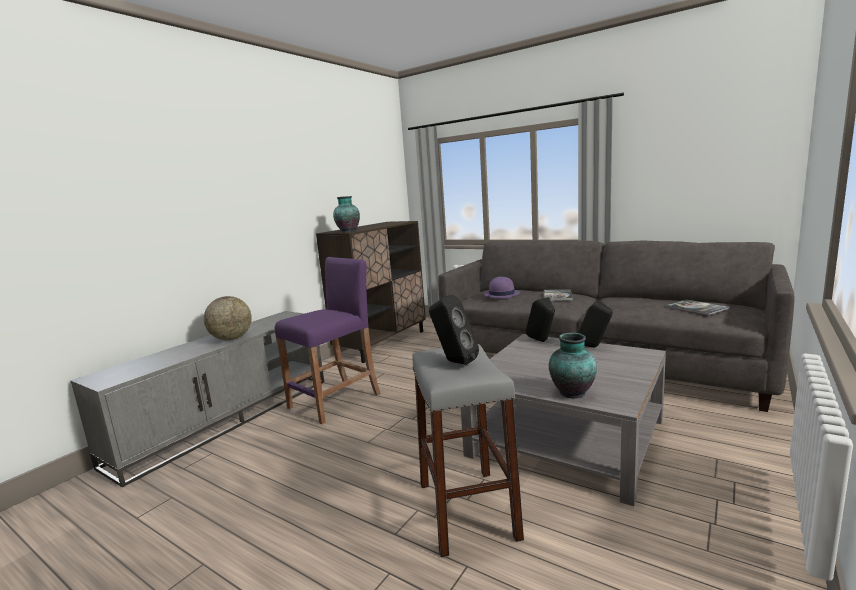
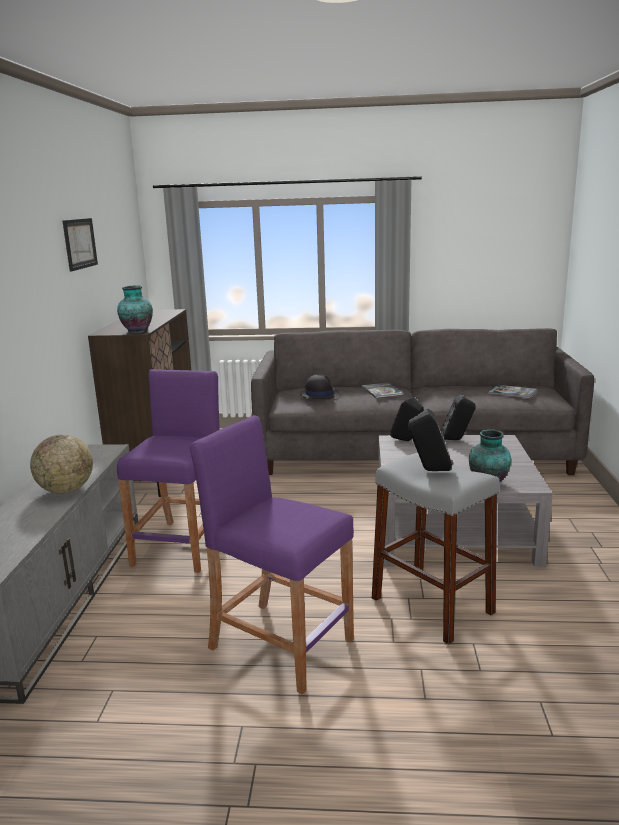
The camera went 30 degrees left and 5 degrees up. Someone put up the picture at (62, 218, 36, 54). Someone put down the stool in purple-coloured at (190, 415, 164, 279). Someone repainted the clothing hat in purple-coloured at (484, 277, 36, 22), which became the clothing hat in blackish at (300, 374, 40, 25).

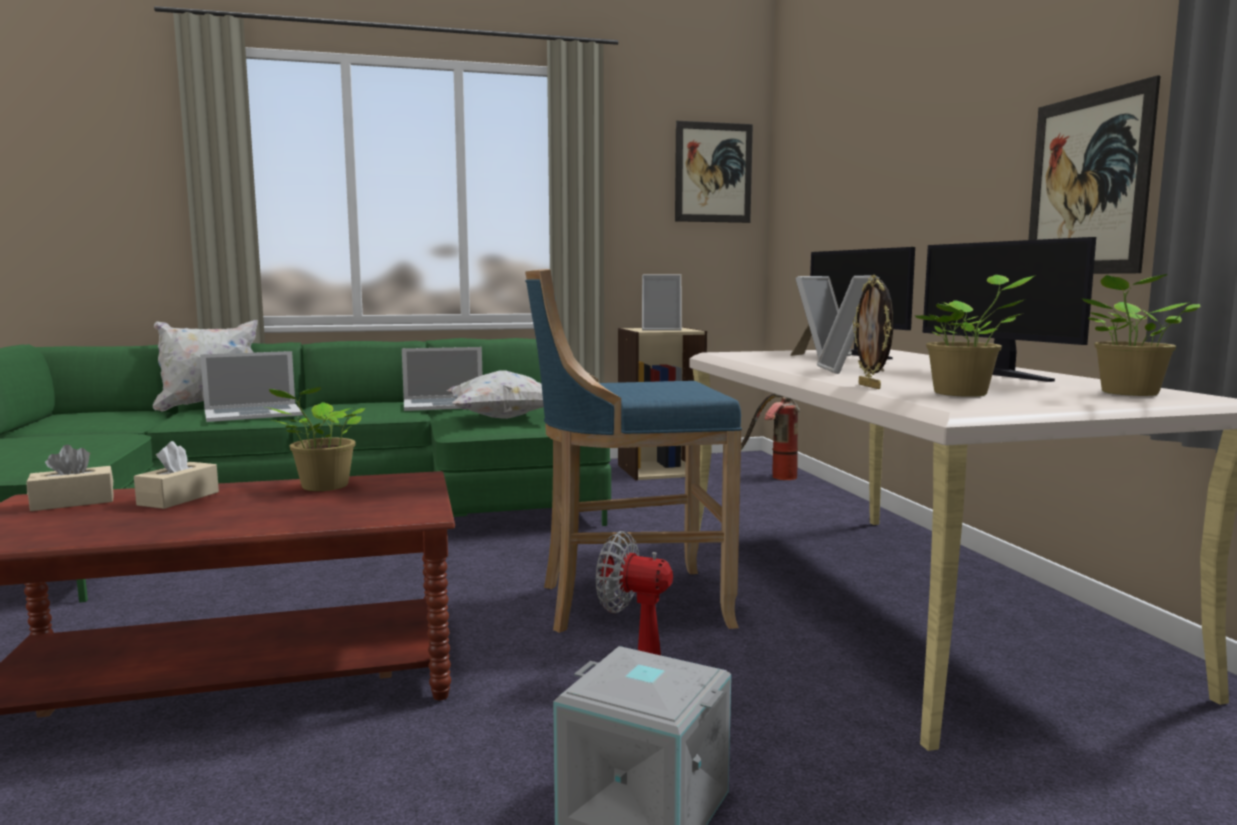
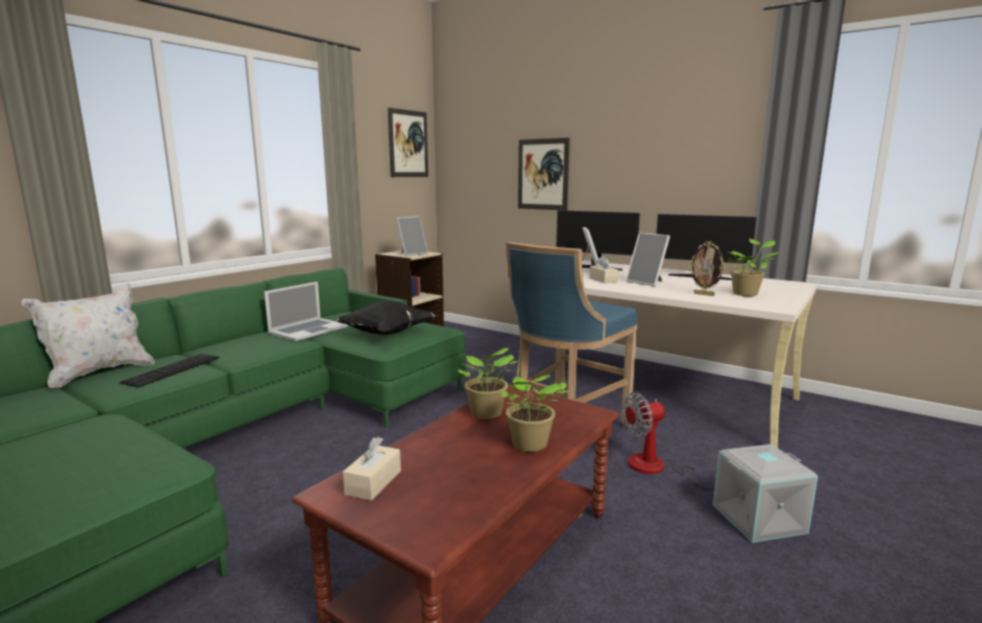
The camera went 40 degrees left and 5 degrees up. Someone took away the extinguisher at (741, 393, 59, 87). Someone carried the box of tissues in sand-coloured from (134, 441, 85, 68) to (589, 256, 29, 27). Someone carried the picture from (1028, 75, 132, 199) to (518, 138, 52, 73). Someone carried the potted plant from (1082, 274, 118, 122) to (500, 375, 69, 77). Someone swapped the notebook computer at (200, 351, 103, 71) for the PC keyboard at (119, 354, 100, 34). Someone repainted the throw pillow in white at (447, 370, 97, 49), which became the throw pillow in blackish at (335, 300, 102, 35).

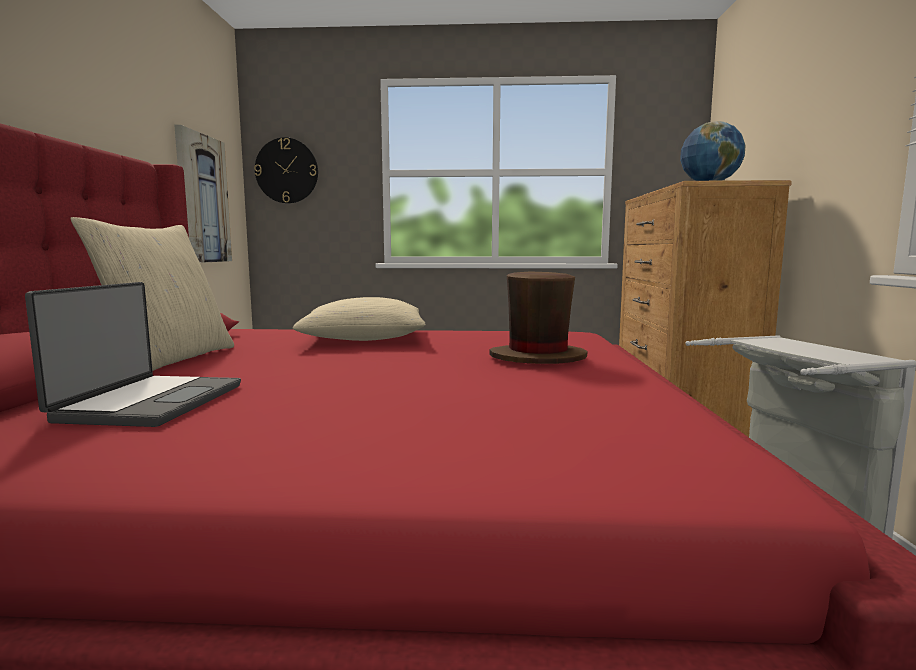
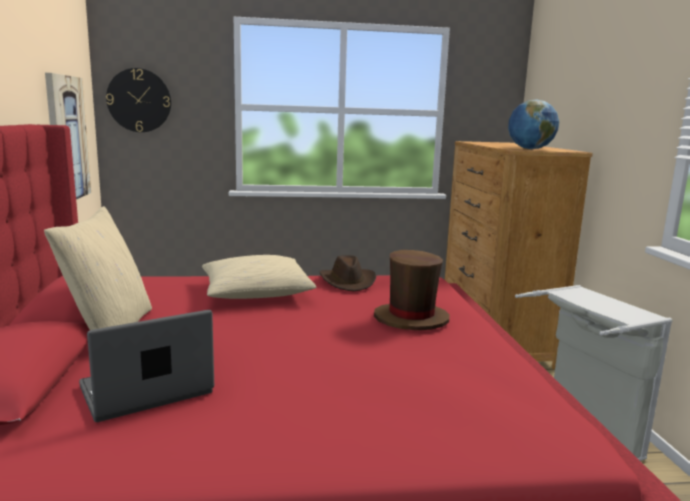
The camera went 10 degrees left and 5 degrees up. Someone put down the clothing hat in brown at (319, 255, 57, 36). Someone rotated the notebook computer at (25, 282, 216, 145) by 120 degrees counterclockwise.

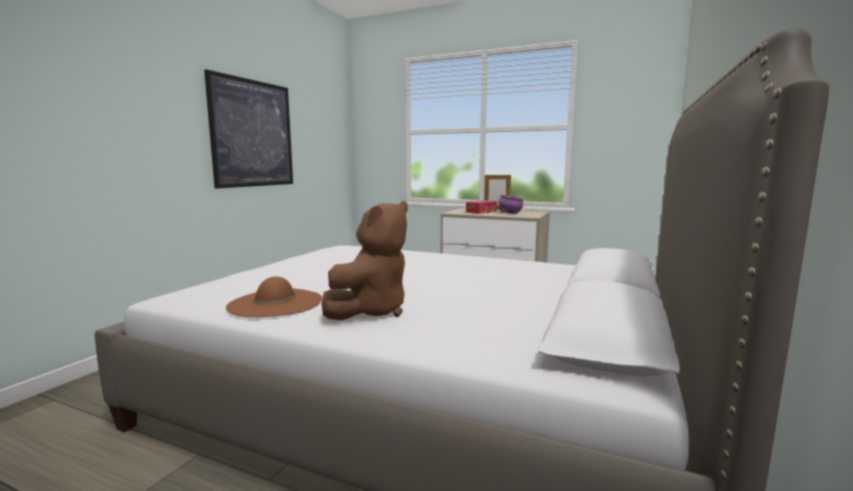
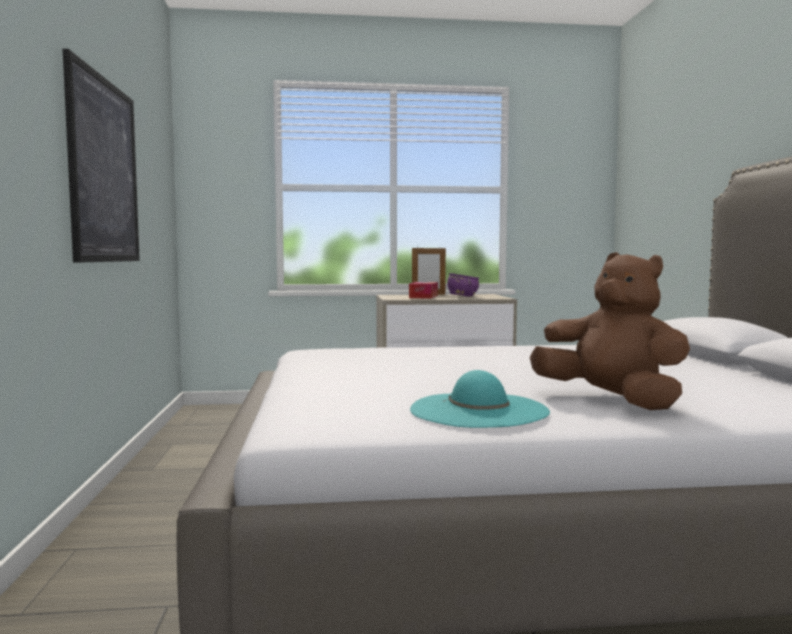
The camera went 30 degrees left and 5 degrees down. Someone repainted the clothing hat in brown at (226, 276, 96, 41), which became the clothing hat in turquoise at (410, 370, 140, 58). Someone rotated the plush toy in brown at (321, 201, 87, 119) by 45 degrees counterclockwise.

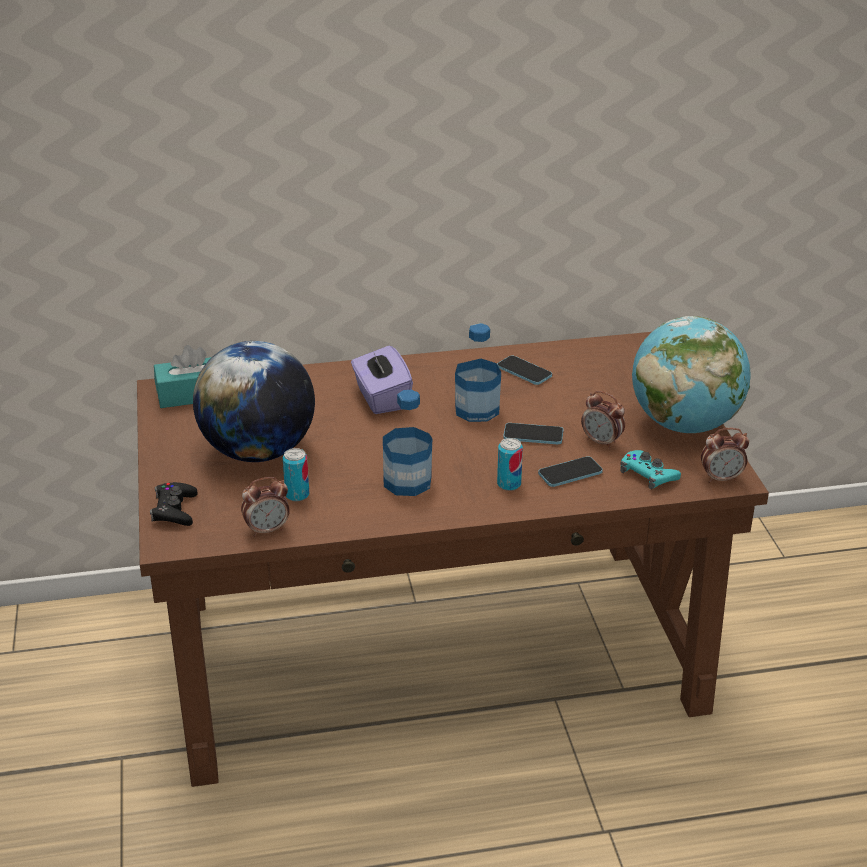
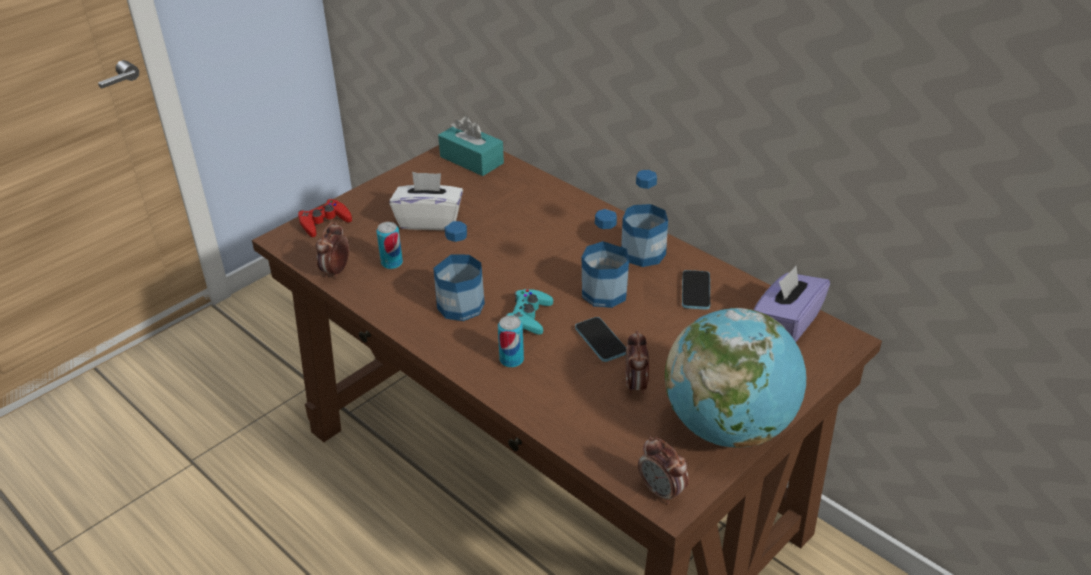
The camera went 55 degrees right and 5 degrees up. Someone took away the handset at (538, 456, 65, 31). Someone put down the beverage bottle at (621, 170, 47, 97). Someone carried the box of tissues in purple-coloured from (351, 346, 62, 68) to (754, 266, 76, 76). Someone carried the gamepad in turquoise from (620, 450, 61, 39) to (505, 289, 48, 46). Someone swapped the globe at (193, 341, 122, 121) for the box of tissues in white at (390, 172, 73, 58). Someone repainted the gamepad in blackish at (150, 482, 47, 44), which became the gamepad in reddish at (298, 199, 54, 38). Someone rotated the bedside clock at (241, 477, 49, 60) by 75 degrees clockwise.

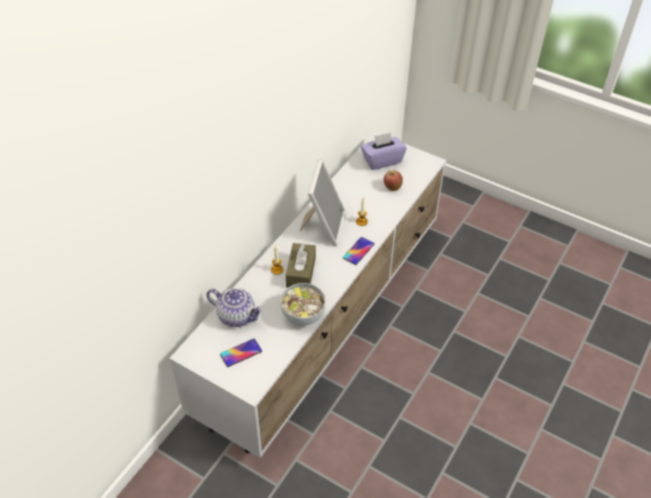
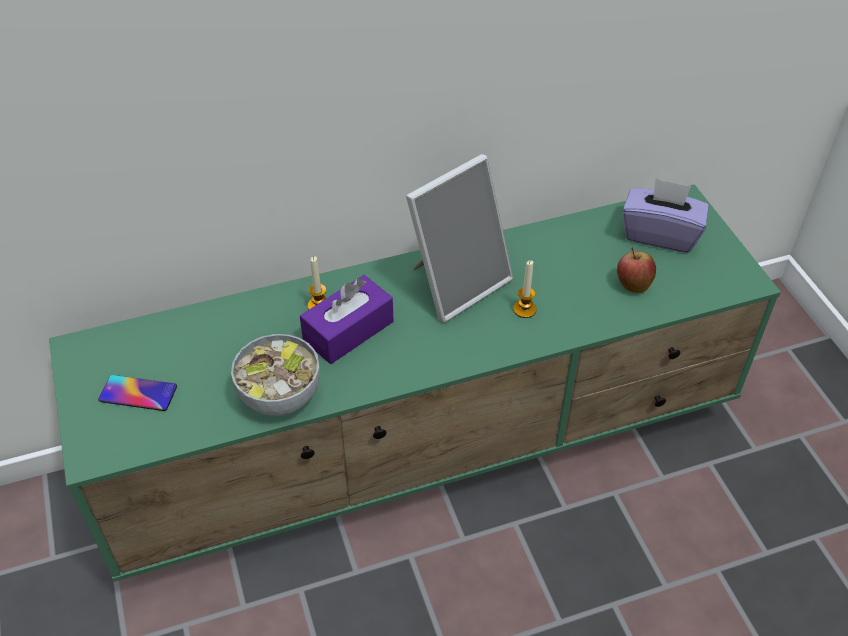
The camera went 40 degrees right and 0 degrees up. Someone took away the tea pot at (206, 288, 58, 39). Someone took away the handset at (343, 237, 31, 28). Someone repainted the media console in white at (169, 132, 278, 326), which became the media console in greenish at (49, 184, 732, 398). Someone repainted the box of tissues in brown at (286, 243, 30, 45), which became the box of tissues in purple-coloured at (300, 275, 94, 89).

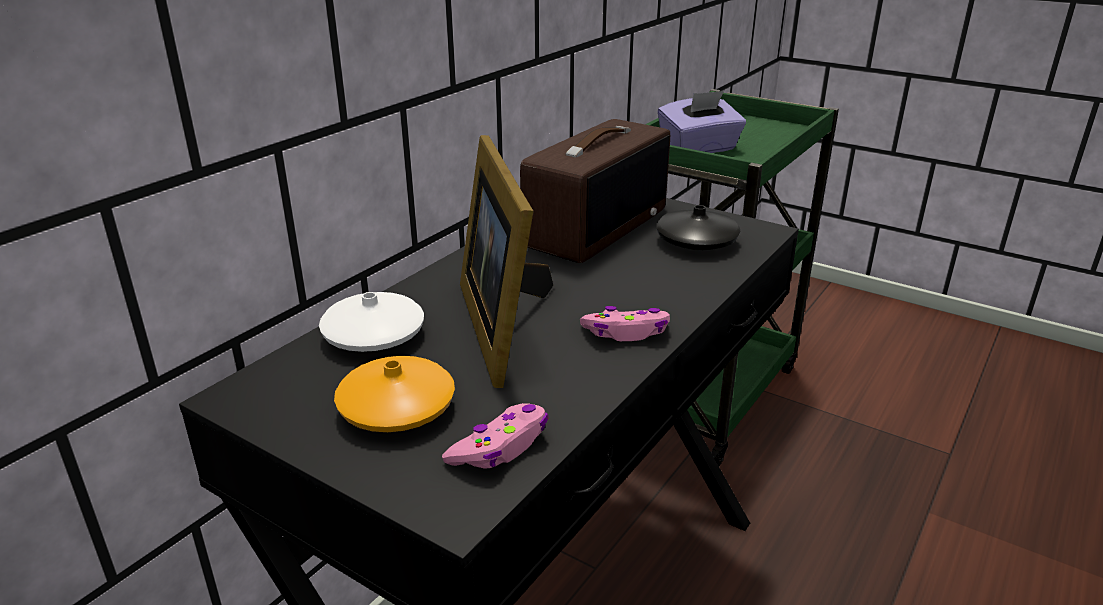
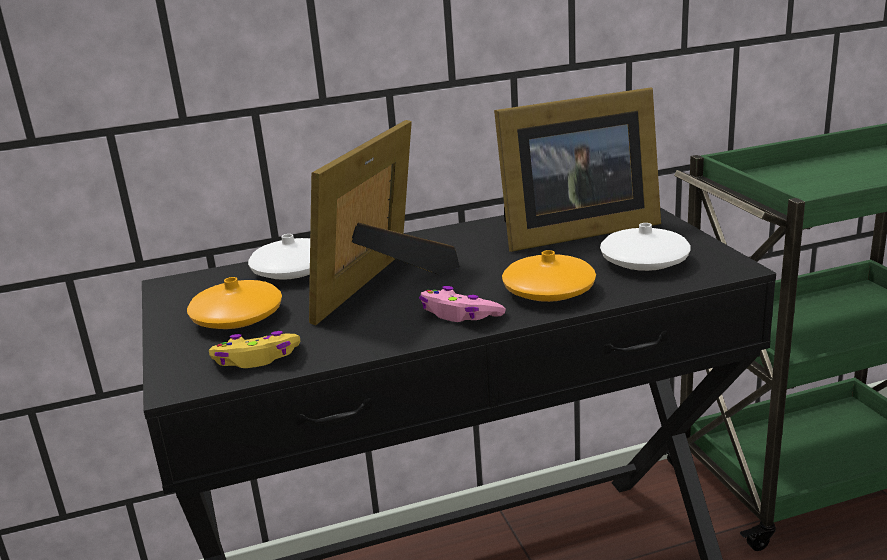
The camera went 40 degrees right and 5 degrees down. Someone took away the box of tissues in purple-coloured at (658, 91, 88, 62). Someone put down the vase in orange-coloured at (502, 250, 94, 52). Someone swapped the radio receiver at (520, 119, 150, 144) for the photo frame at (494, 88, 167, 164). Someone repainted the gamepad in pinkish at (442, 403, 107, 65), which became the gamepad in yellow-coloured at (209, 331, 91, 37). Someone repainted the vase in blackish at (656, 205, 85, 46), which became the vase in white at (600, 223, 91, 48).

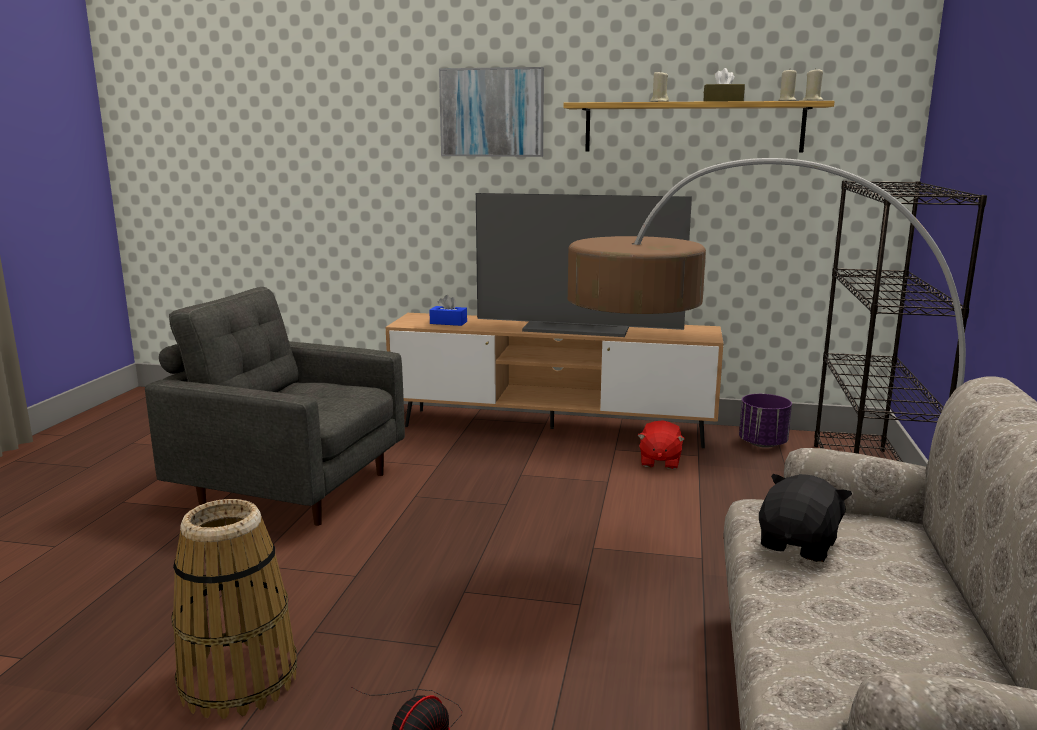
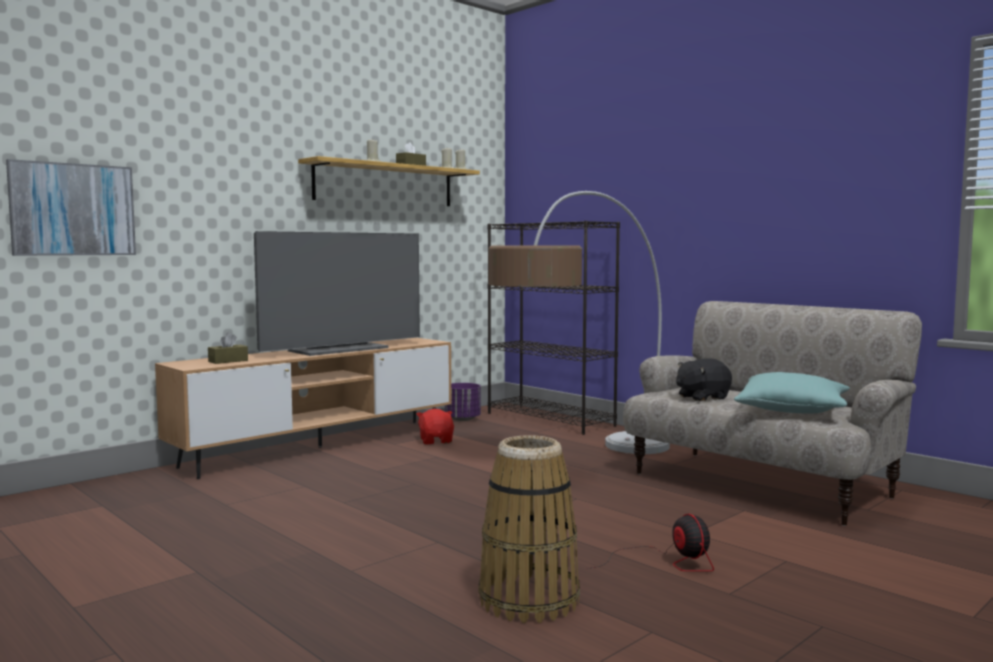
The camera went 55 degrees left and 10 degrees down. Someone took away the easy chair in gray at (145, 287, 260, 239). Someone put down the throw pillow in turquoise at (734, 372, 116, 41). Someone carried the picture from (439, 67, 105, 90) to (6, 159, 130, 97). Someone repainted the box of tissues in blue at (429, 295, 38, 31), which became the box of tissues in brown at (208, 333, 40, 31). Someone rotated the plush toy in reddish at (637, 420, 48, 49) by 150 degrees counterclockwise. Someone rotated the plush toy in blackish at (759, 474, 93, 88) by 90 degrees counterclockwise.

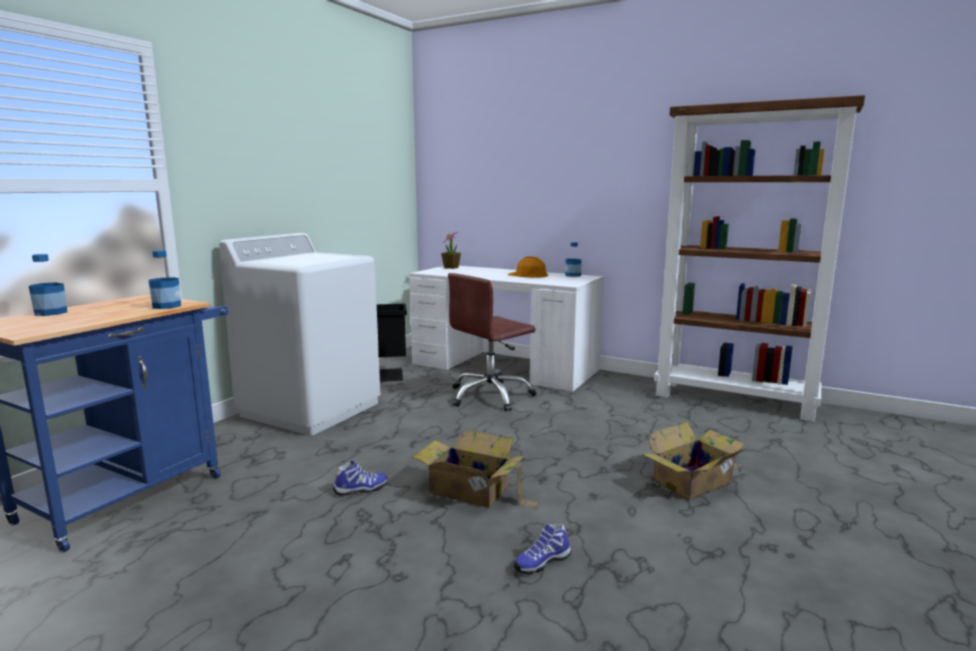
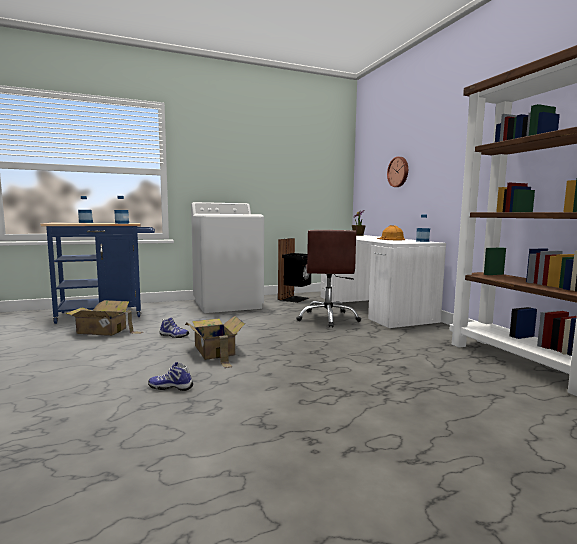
The camera went 40 degrees right and 5 degrees down. Someone put up the hanging clock at (387, 157, 21, 30). Someone carried the packing box from (643, 421, 106, 79) to (65, 300, 78, 36). Someone rotated the desk chair in brown at (448, 273, 88, 138) by 90 degrees counterclockwise.

